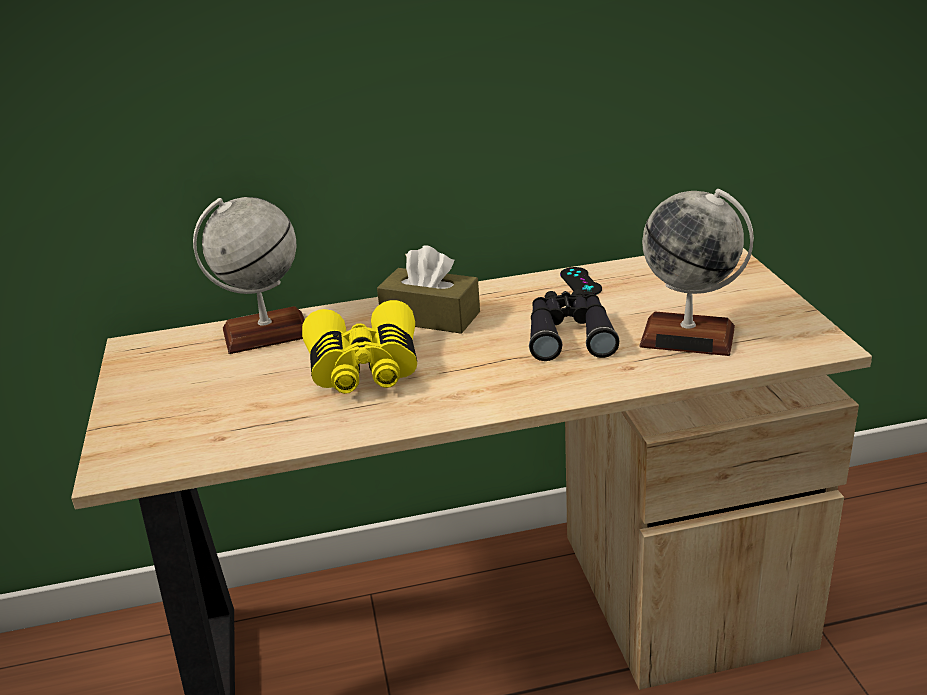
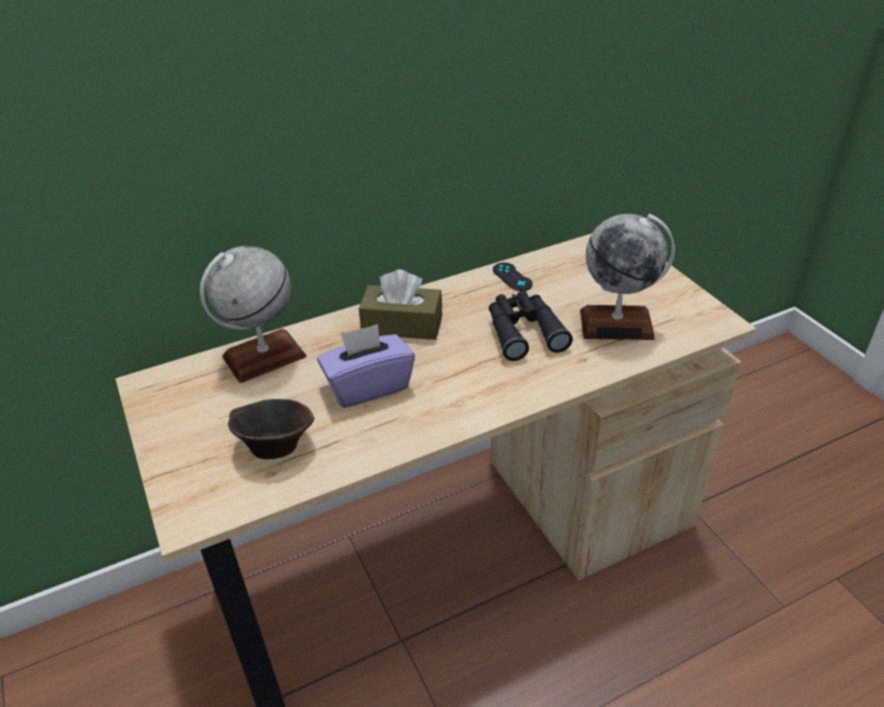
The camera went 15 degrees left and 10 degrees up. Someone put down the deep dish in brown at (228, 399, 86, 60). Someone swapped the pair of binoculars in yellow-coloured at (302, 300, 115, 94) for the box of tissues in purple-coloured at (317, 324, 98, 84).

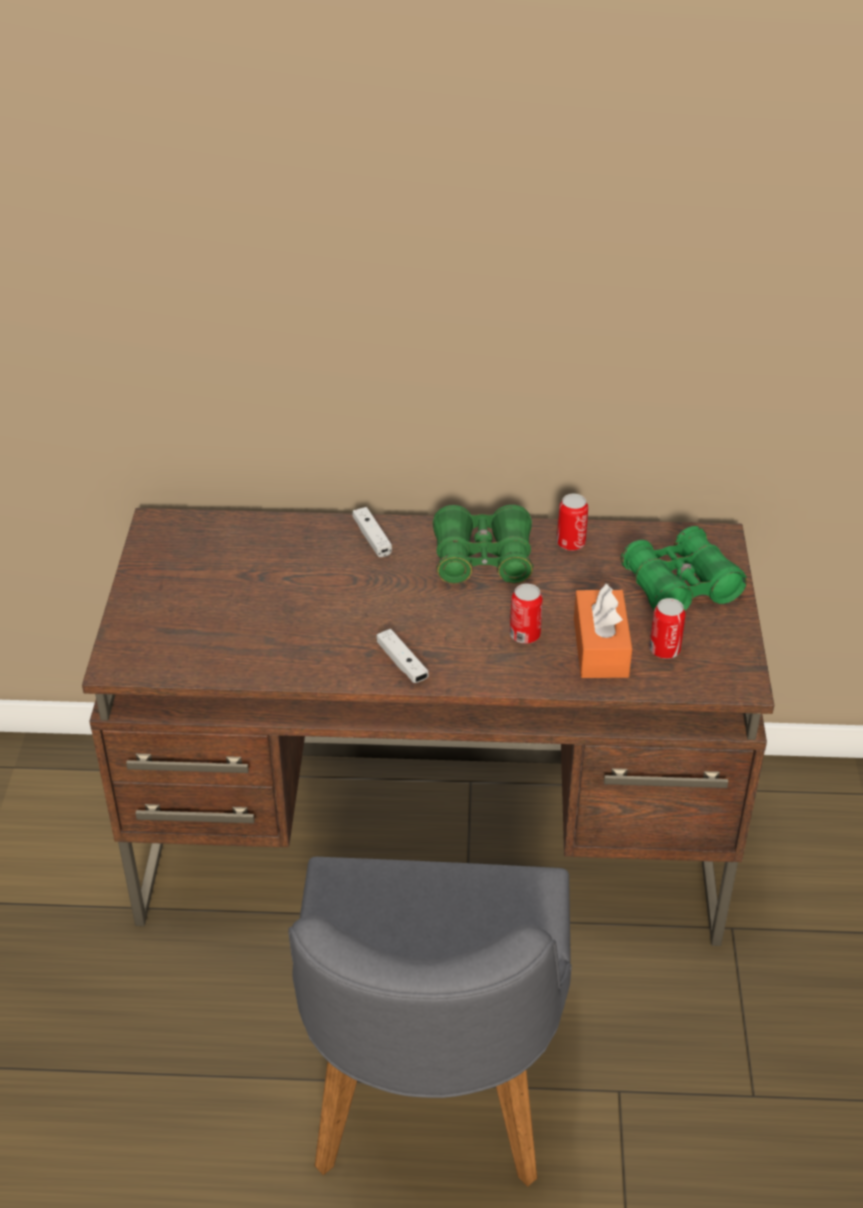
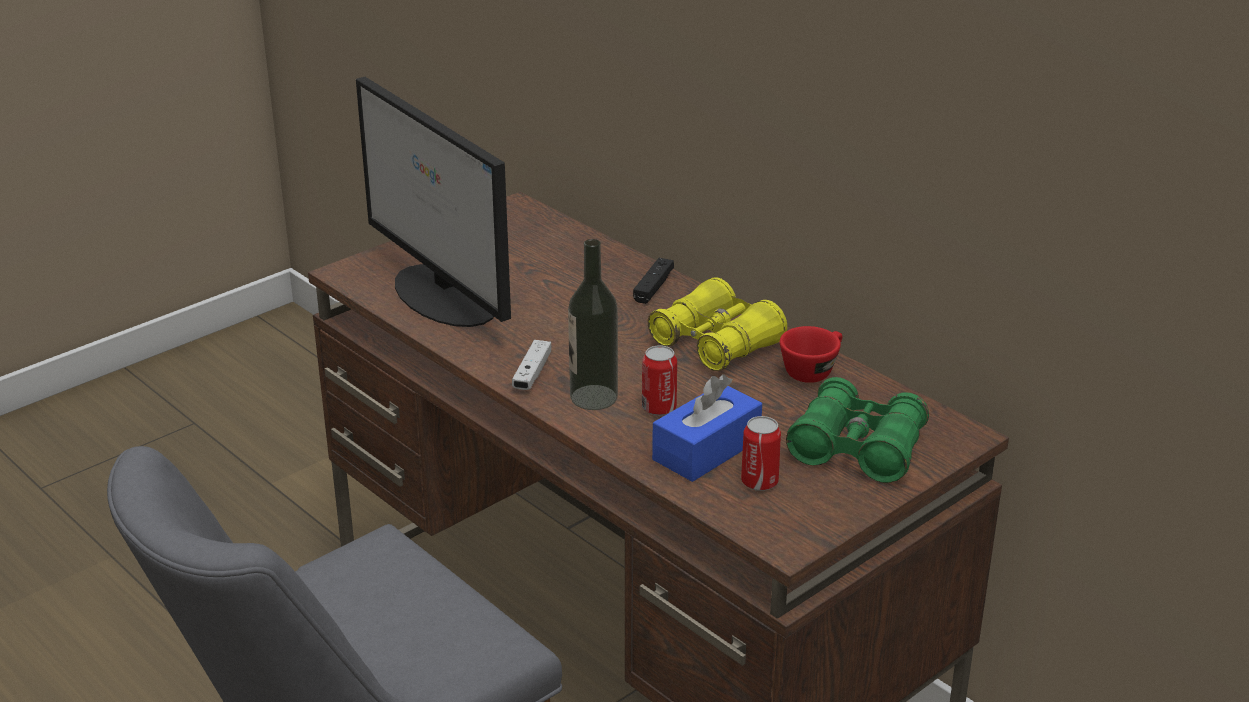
The camera went 45 degrees right and 10 degrees down. Someone put down the computer display at (356, 77, 155, 250). Someone put down the beverage bottle at (568, 239, 50, 171). Someone swapped the metal can at (557, 494, 31, 57) for the drinking cup in reddish at (780, 326, 62, 57). Someone repainted the gamepad in white at (353, 507, 39, 50), which became the gamepad in blackish at (633, 258, 41, 46). Someone repainted the pair of binoculars in greenish at (433, 505, 100, 79), which became the pair of binoculars in yellow-coloured at (648, 277, 139, 94). Someone repainted the box of tissues in orange-coloured at (574, 584, 58, 94), which became the box of tissues in blue at (652, 374, 110, 108).

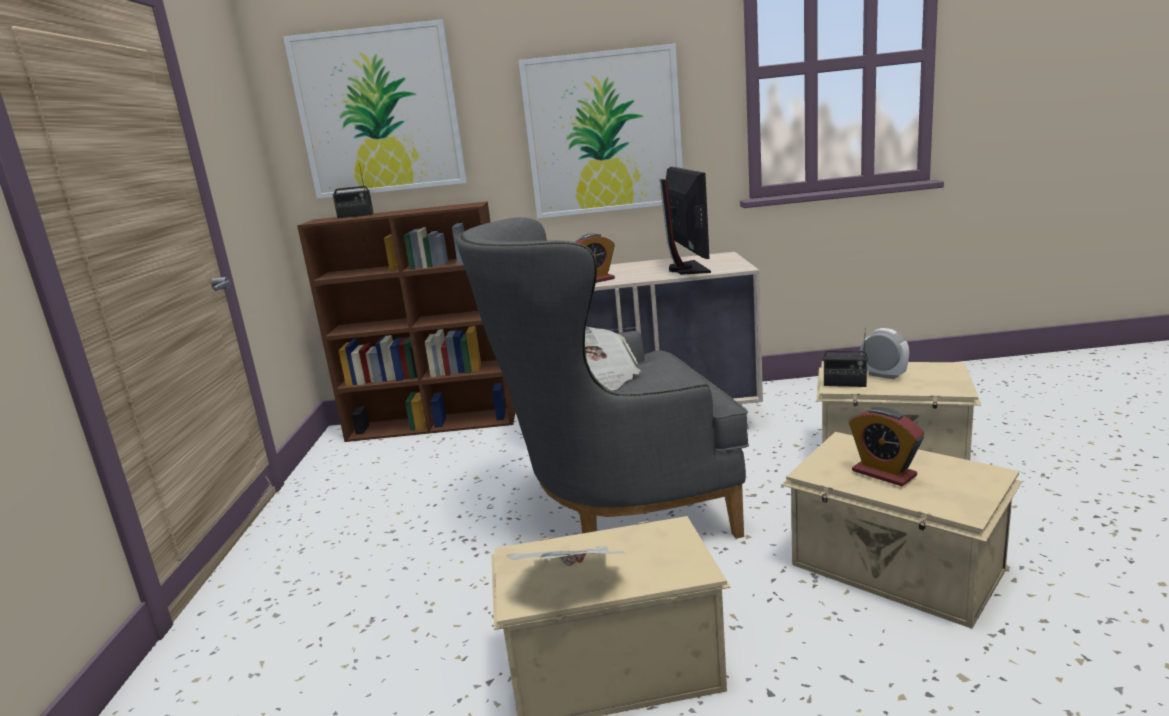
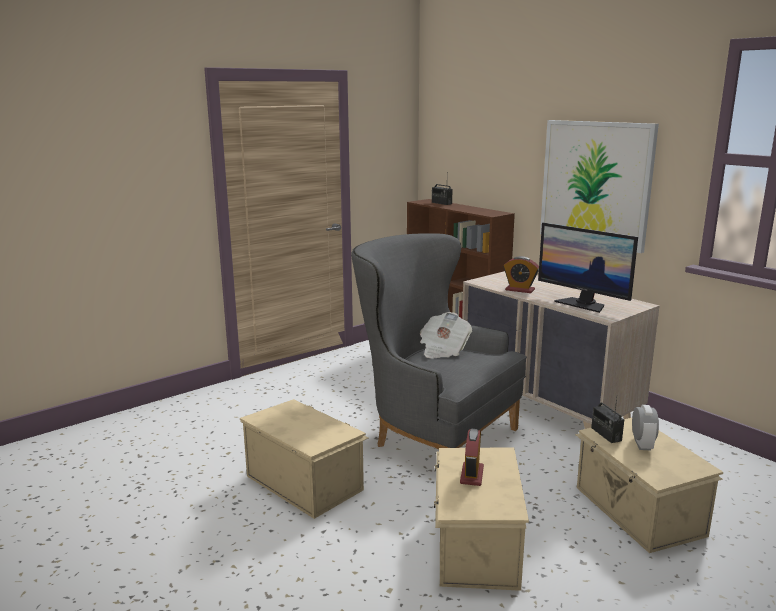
The camera went 50 degrees right and 0 degrees up. Someone took away the picture at (283, 20, 184, 179). Someone took away the newspaper at (507, 546, 121, 20). Someone rotated the computer display at (660, 167, 51, 108) by 90 degrees clockwise.

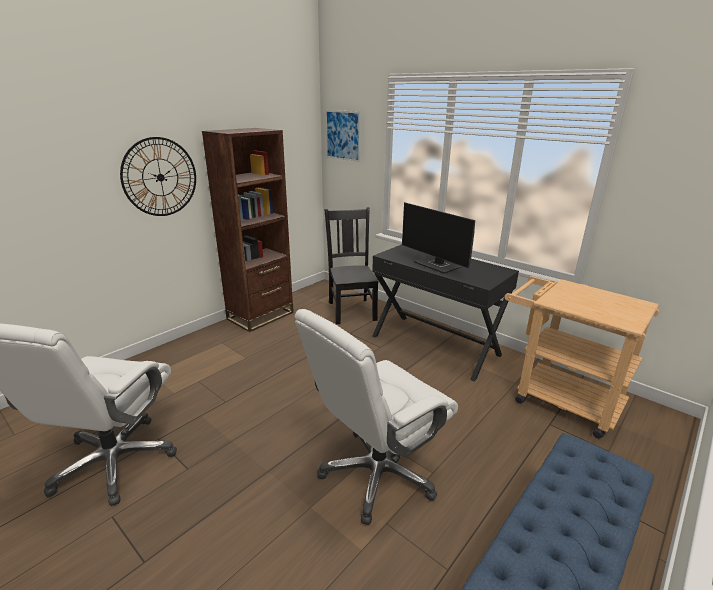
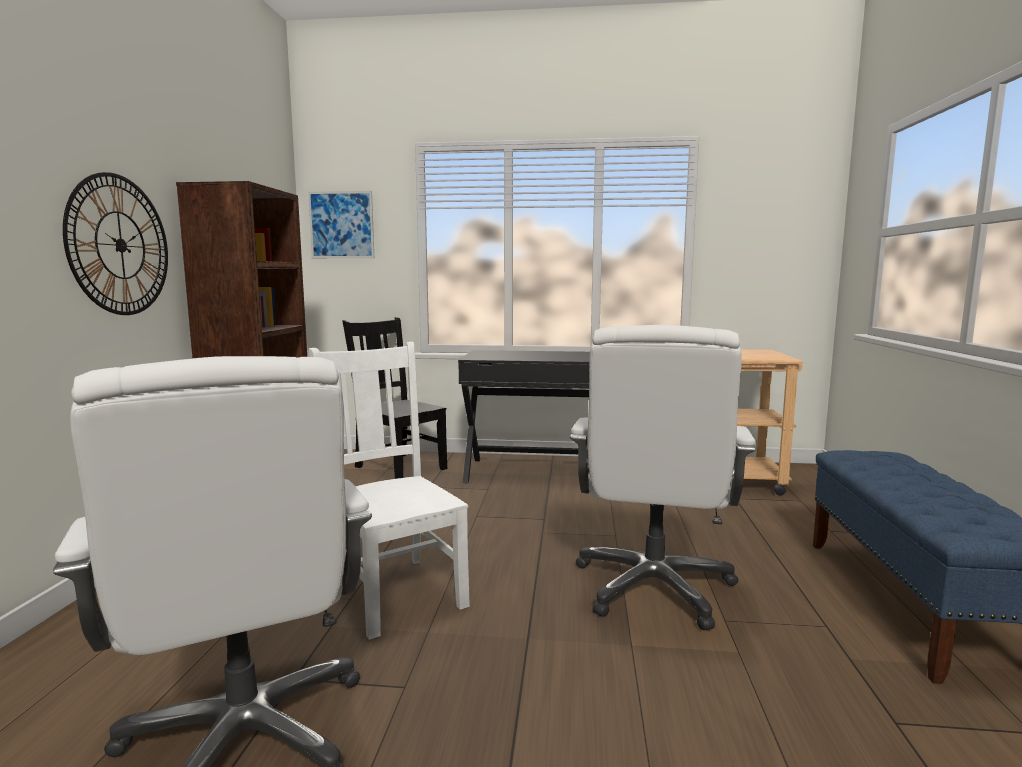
The camera went 35 degrees left and 15 degrees down. Someone took away the computer display at (402, 202, 73, 72). Someone put down the chair in white at (309, 342, 161, 298).

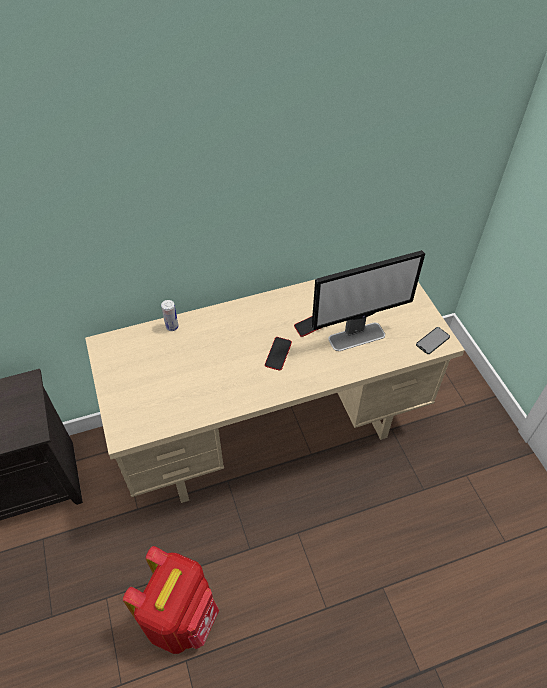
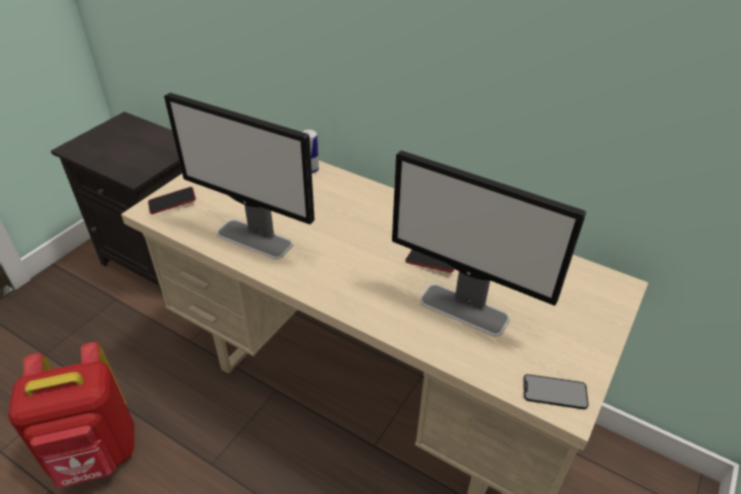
The camera went 50 degrees right and 10 degrees down. Someone put down the computer display at (164, 93, 151, 166). Someone carried the handset from (265, 337, 27, 34) to (148, 187, 48, 27).

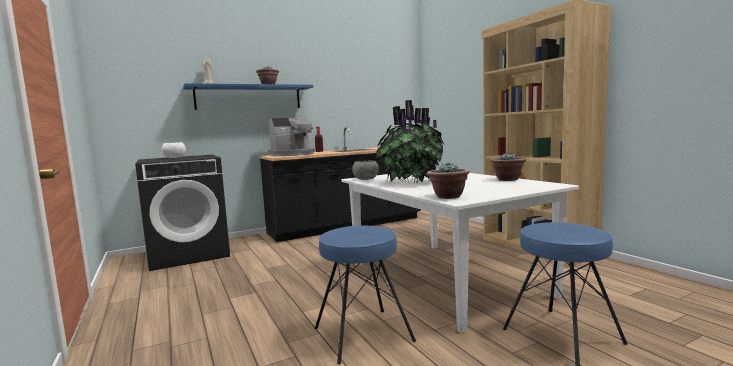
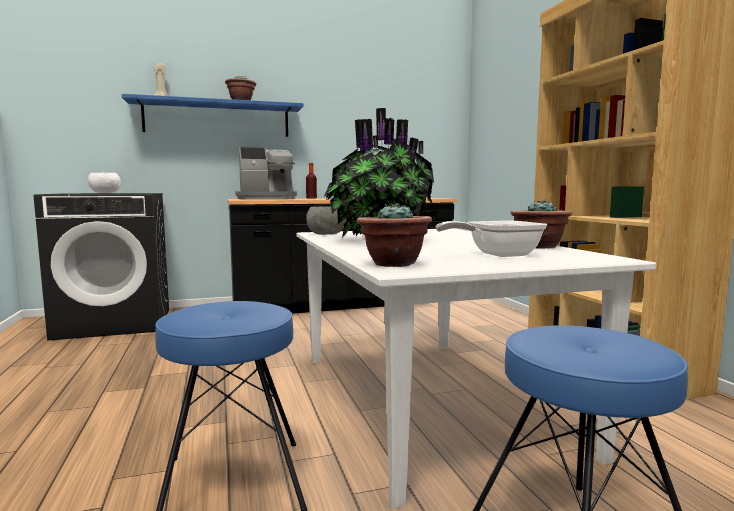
The camera went 10 degrees right and 0 degrees up. Someone put down the skillet at (436, 221, 111, 36).

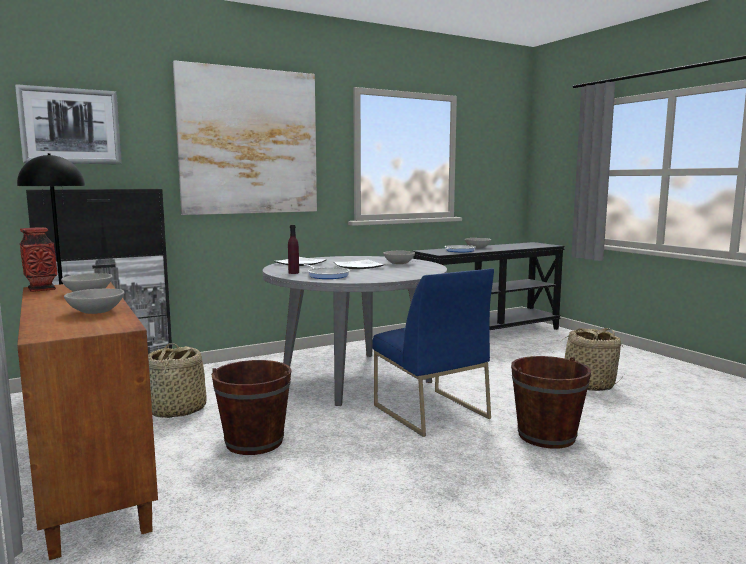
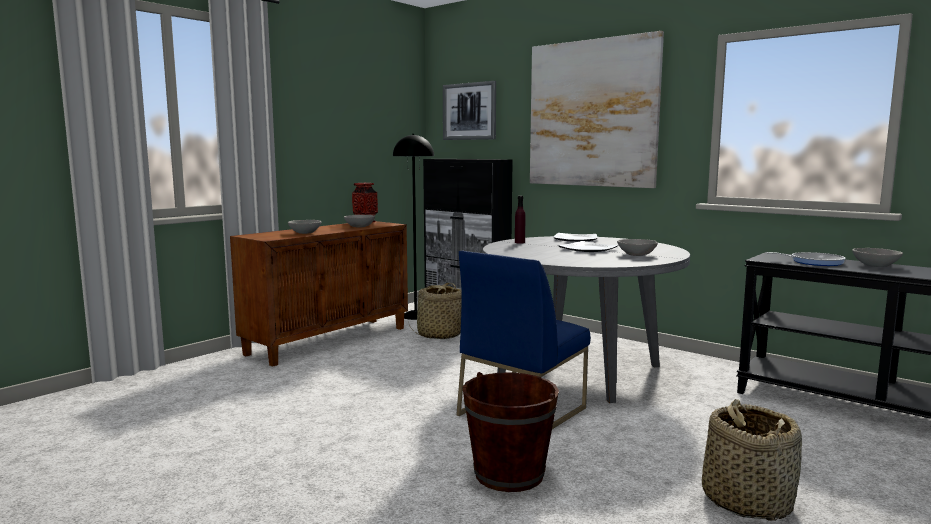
The camera went 70 degrees right and 0 degrees up. Someone took away the pail in brown at (211, 360, 81, 95). Someone took away the skillet at (304, 264, 45, 15).

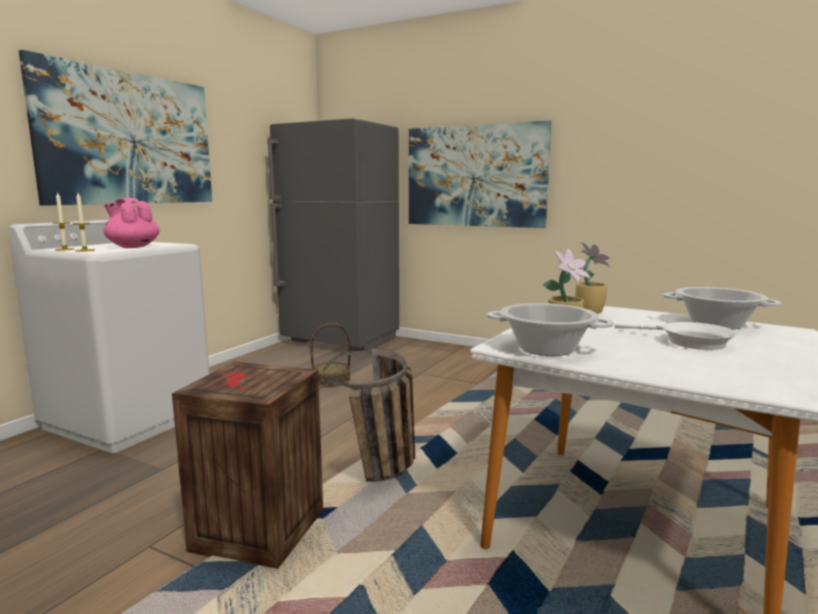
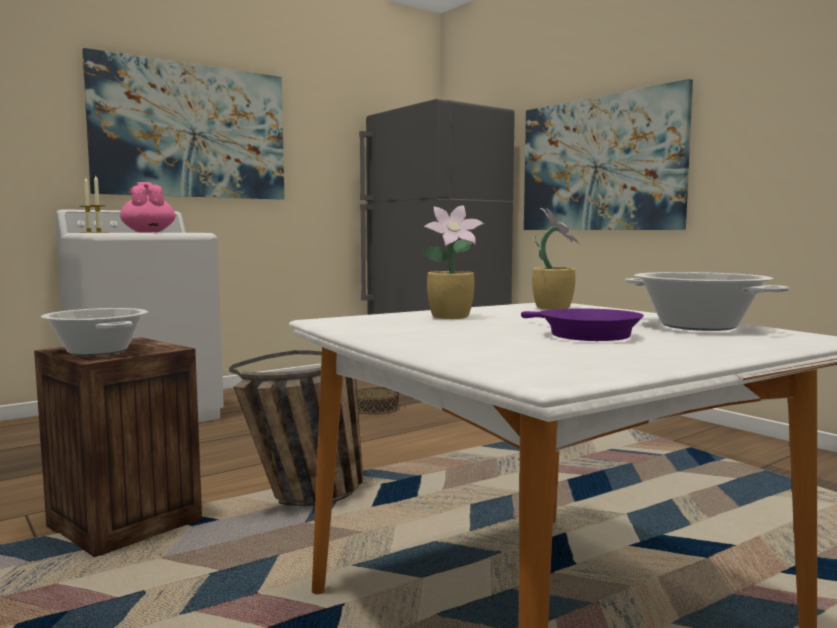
The camera went 25 degrees right and 5 degrees down. Someone carried the cooking pot from (487, 303, 127, 53) to (41, 308, 107, 48). Someone repainted the skillet in white at (615, 322, 121, 28), which became the skillet in purple-coloured at (521, 308, 123, 33).

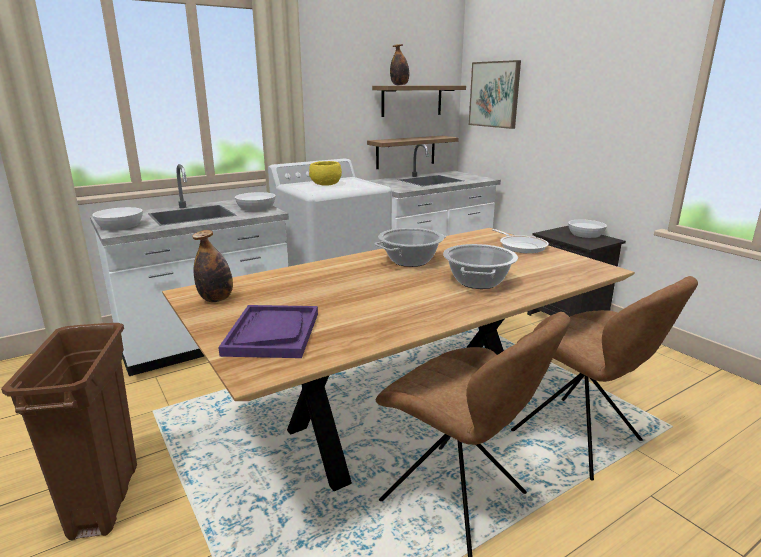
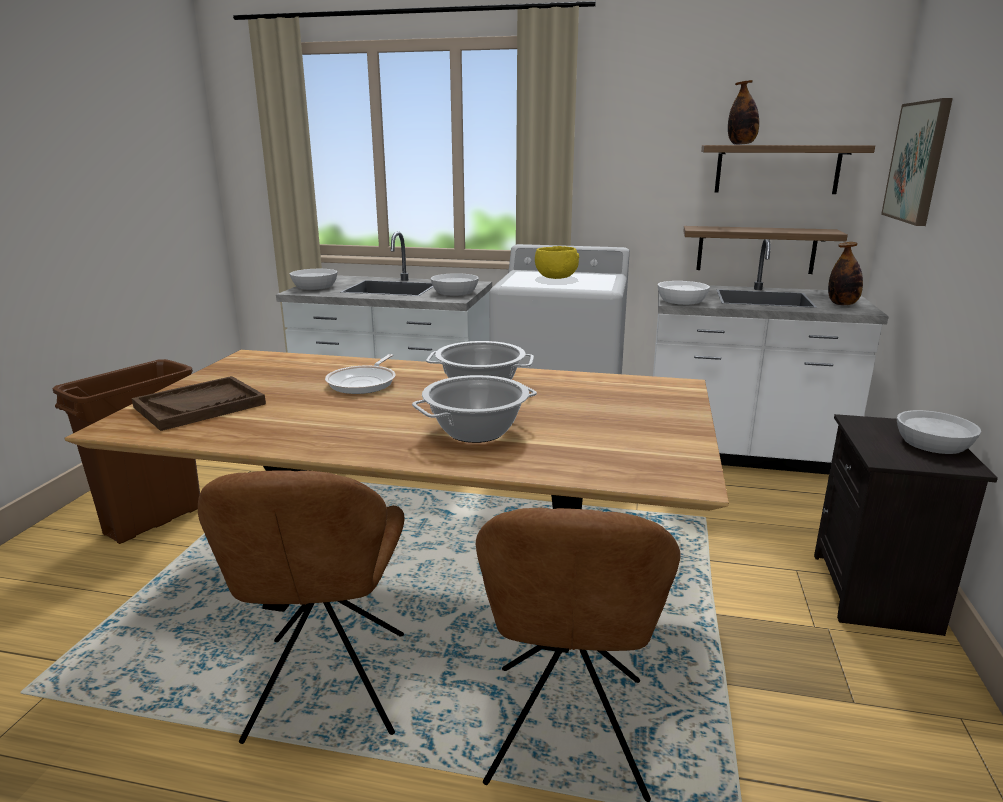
The camera went 45 degrees right and 0 degrees up. Someone put down the deep dish in white at (658, 281, 52, 24). Someone carried the beverage bottle from (192, 230, 41, 72) to (828, 242, 35, 63). Someone carried the skillet from (492, 229, 57, 24) to (325, 354, 71, 40). Someone repainted the tray in purple-coloured at (218, 305, 100, 53), which became the tray in brown at (132, 376, 134, 55).

